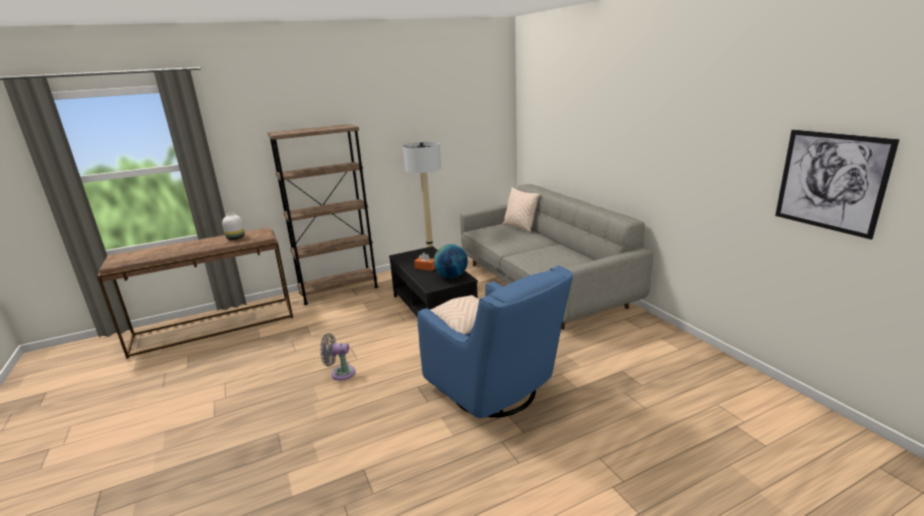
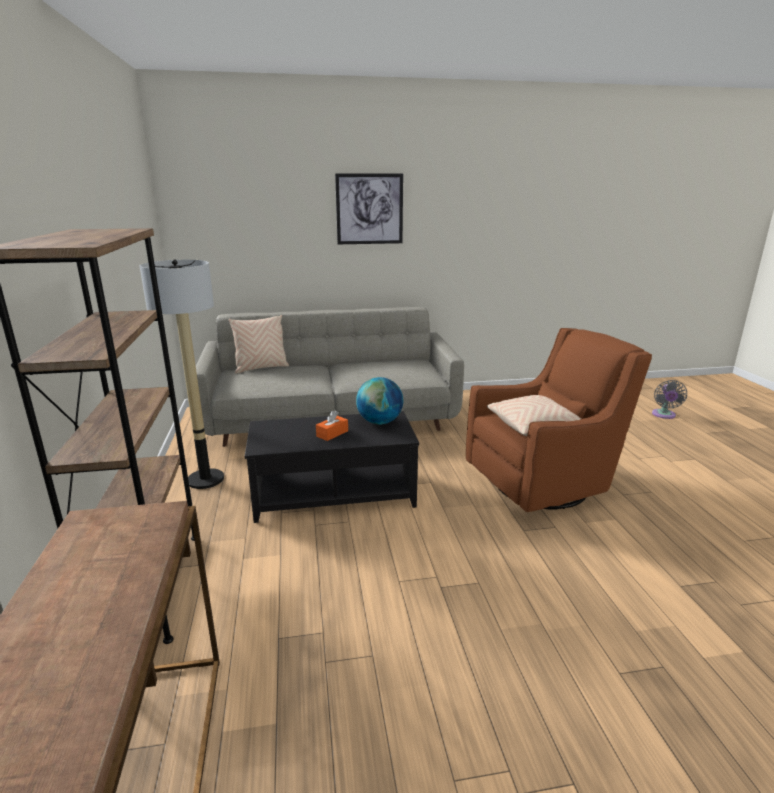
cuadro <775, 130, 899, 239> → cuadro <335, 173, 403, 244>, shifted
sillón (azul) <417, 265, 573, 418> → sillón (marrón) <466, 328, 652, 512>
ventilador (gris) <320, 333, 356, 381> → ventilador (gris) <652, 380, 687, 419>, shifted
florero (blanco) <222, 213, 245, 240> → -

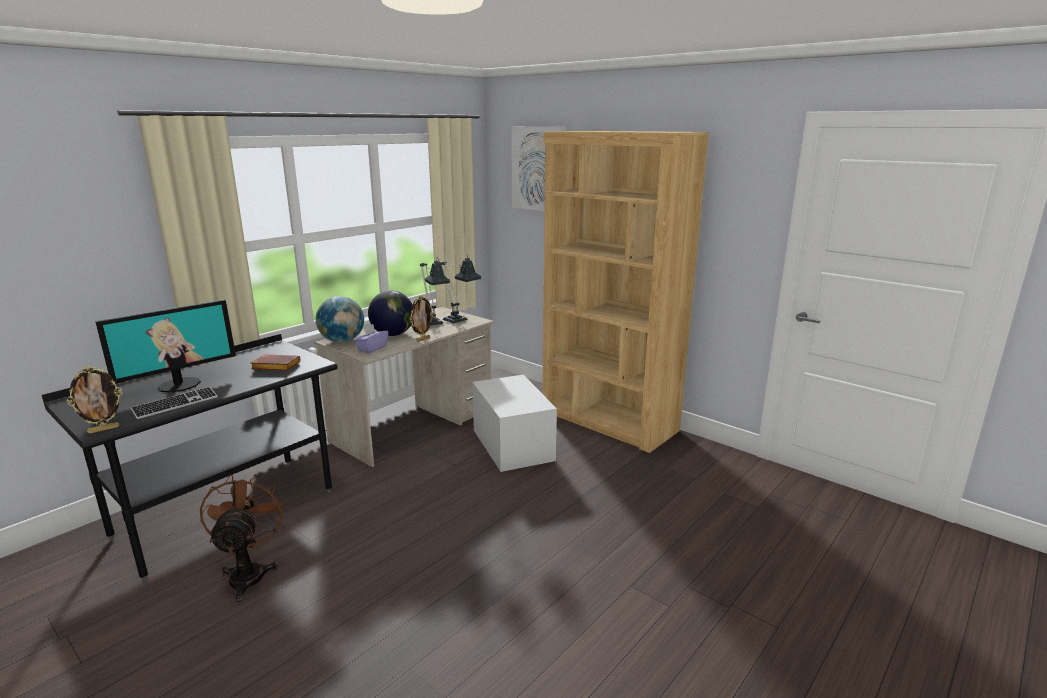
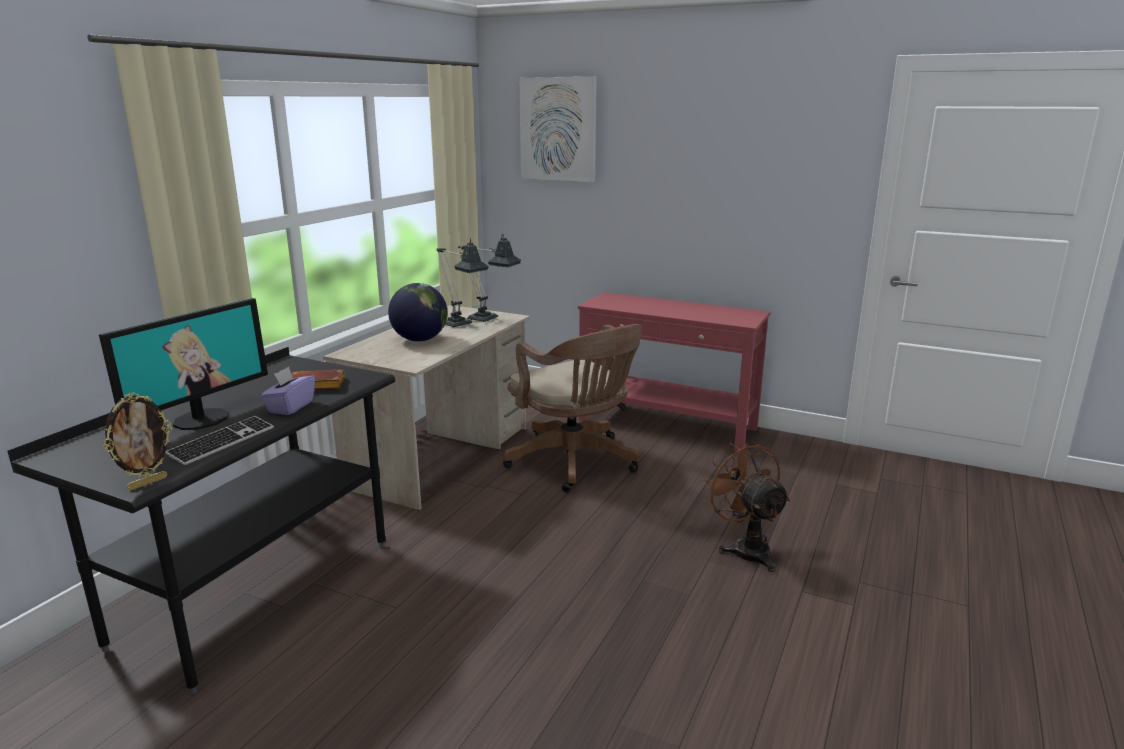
caja de pañuelos (morado) <354, 324, 388, 353> → caja de pañuelos (morado) <260, 367, 315, 415>, shifted
caja de almacenaje (blanco) <472, 375, 557, 472> → silla de oficina (marrón) <503, 324, 642, 493>
estantería (marrón) <542, 131, 709, 453> → mesa consola (rojo) <578, 292, 771, 451>
ventilador (marrón) <200, 474, 285, 602> → ventilador (marrón) <701, 440, 790, 572>, shifted
globo terráqueo <316, 296, 364, 343> → -
portarretratos <409, 295, 434, 342> → -

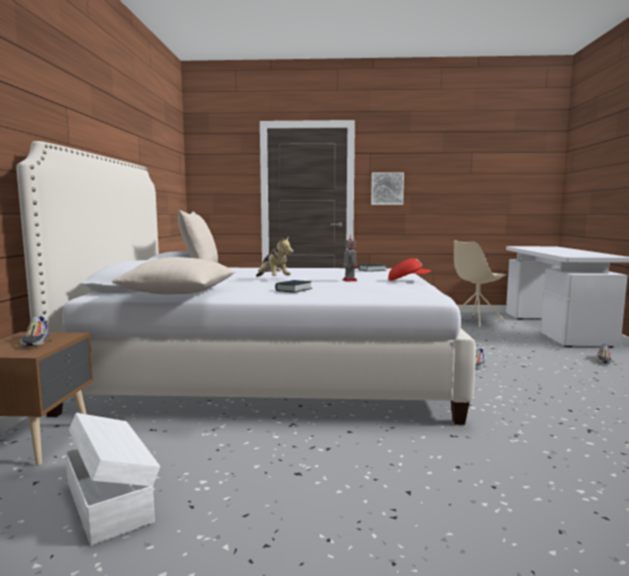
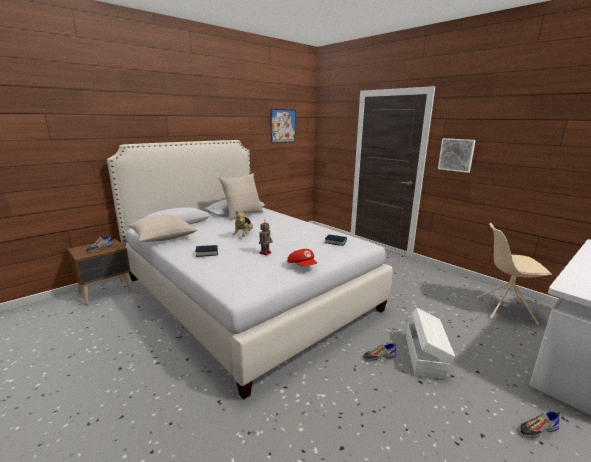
- → cuadro <270, 109, 295, 143>
caja de almacenaje (blanco) <65, 413, 160, 546> → caja de almacenaje (blanco) <406, 307, 455, 380>, shifted

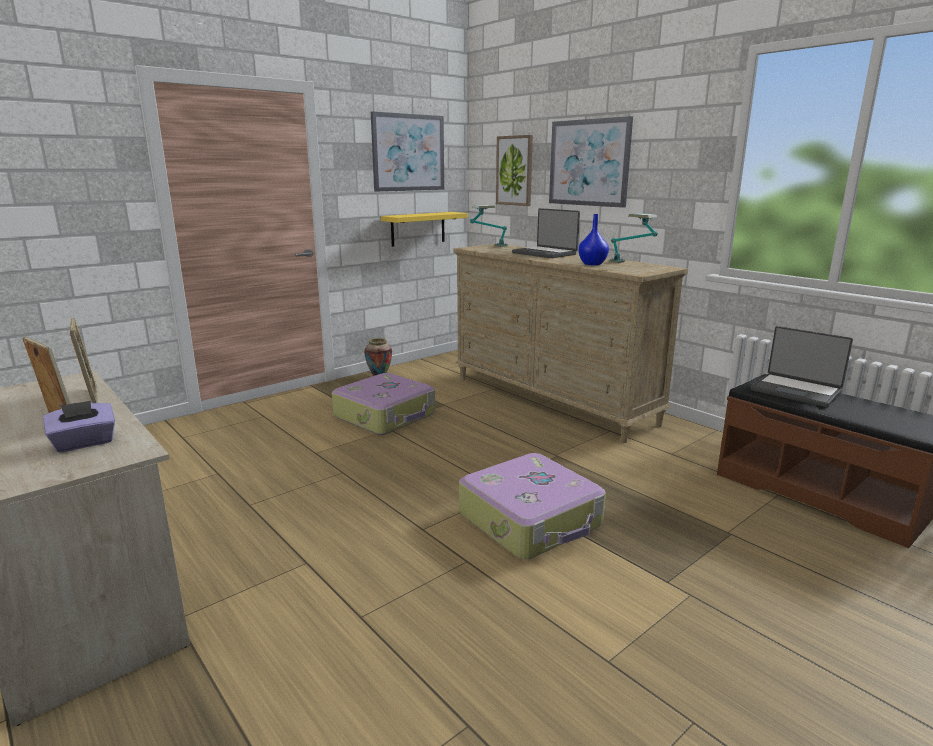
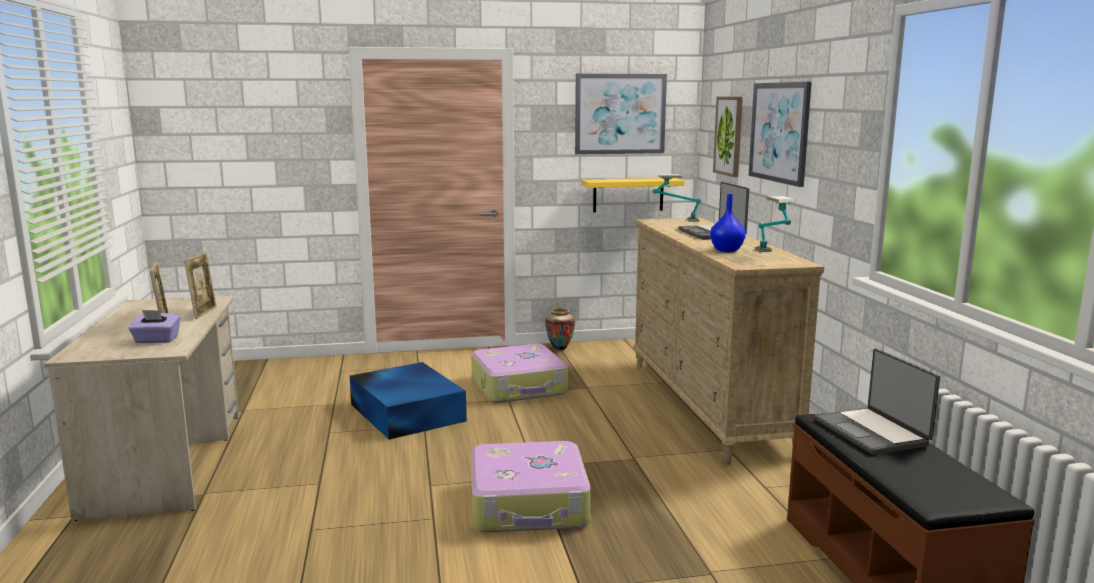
- → caja de almacenaje (azul) <350, 362, 467, 440>

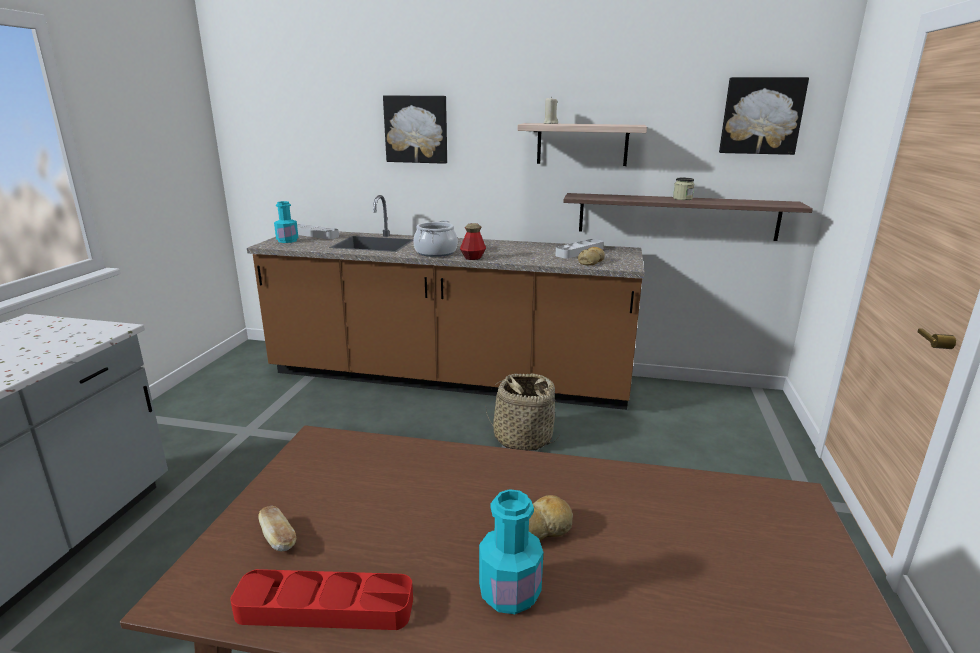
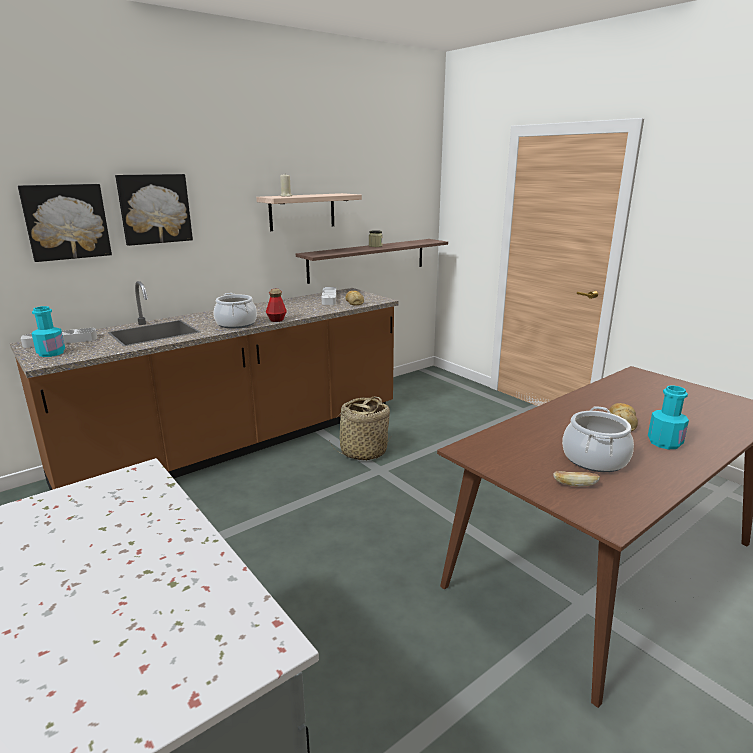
cuadro <719, 77, 809, 155> → cuadro <18, 184, 112, 262>, shifted
- → olla <562, 406, 634, 472>
bandeja (rojo) <230, 569, 413, 630> → -

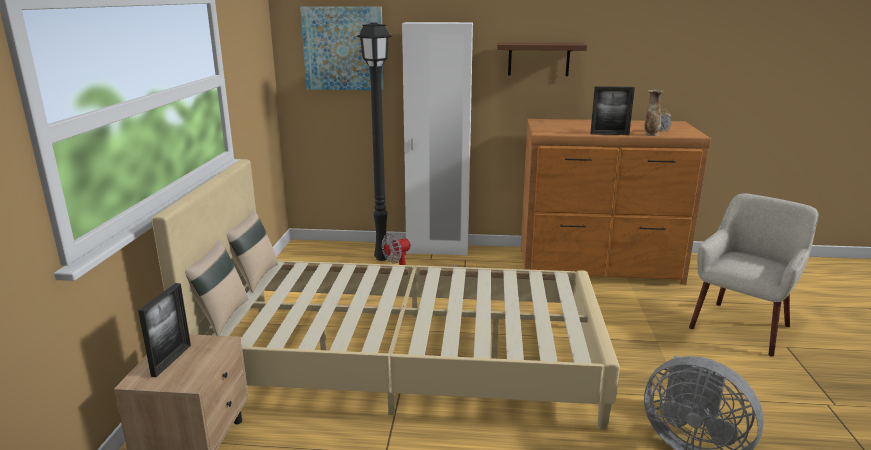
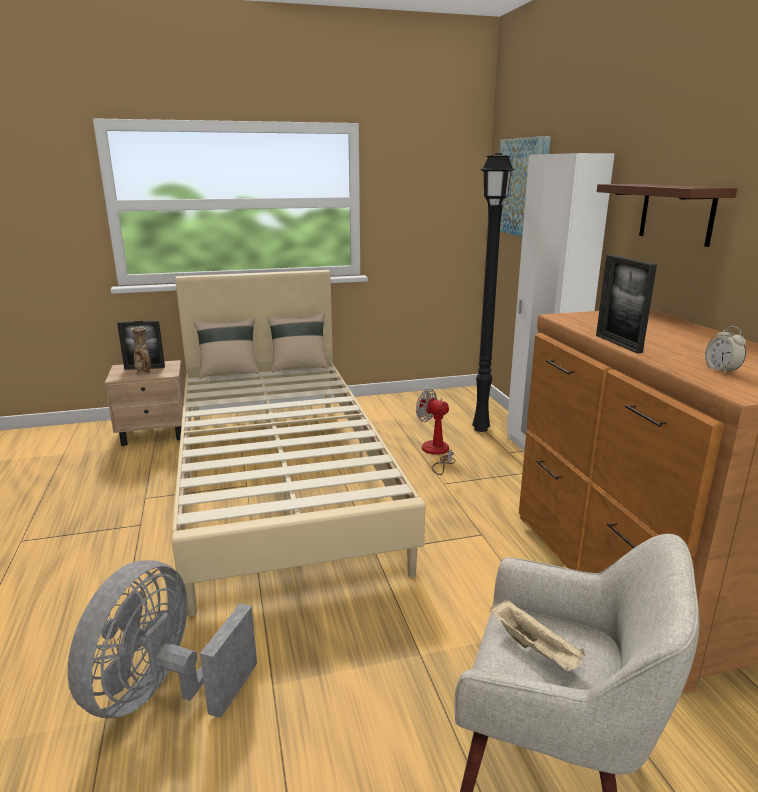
florero <644, 90, 664, 136> → florero <131, 326, 151, 375>, shifted
- → bandeja (beis) <490, 600, 585, 671>

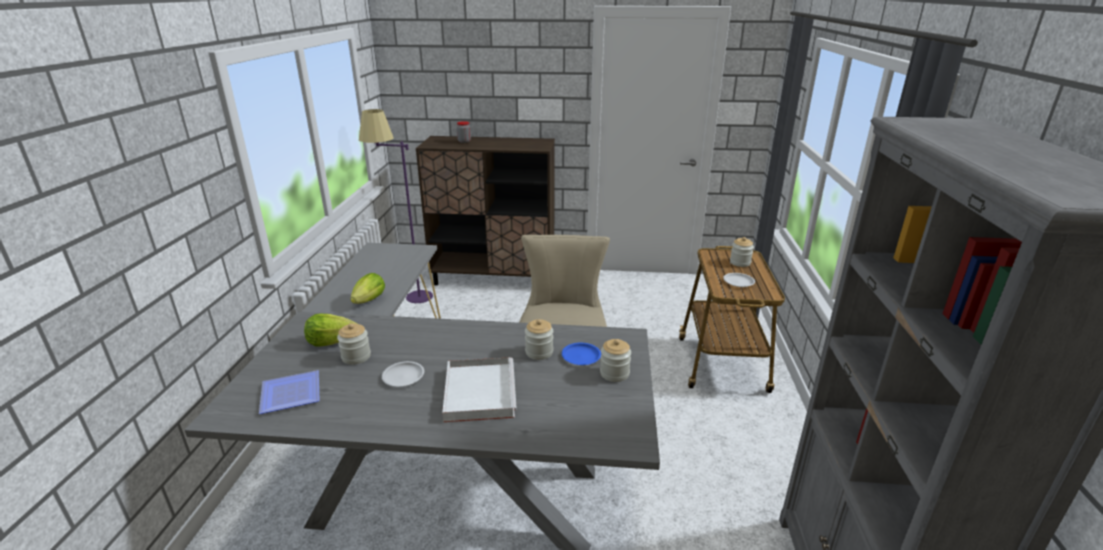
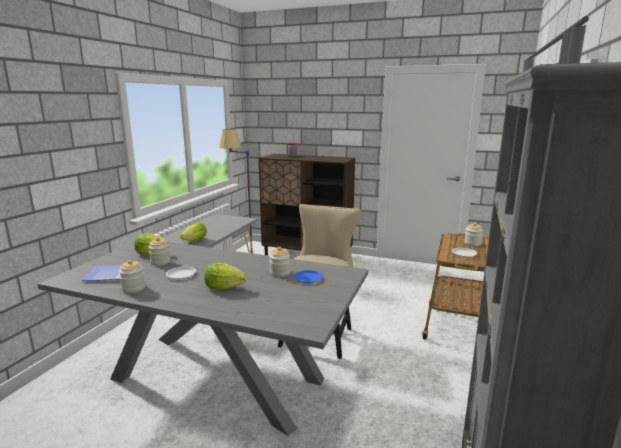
tarro <600, 339, 631, 382> → tarro <119, 260, 145, 293>, shifted
bandeja (blanco) <442, 357, 517, 422> → lechuga <204, 263, 247, 289>

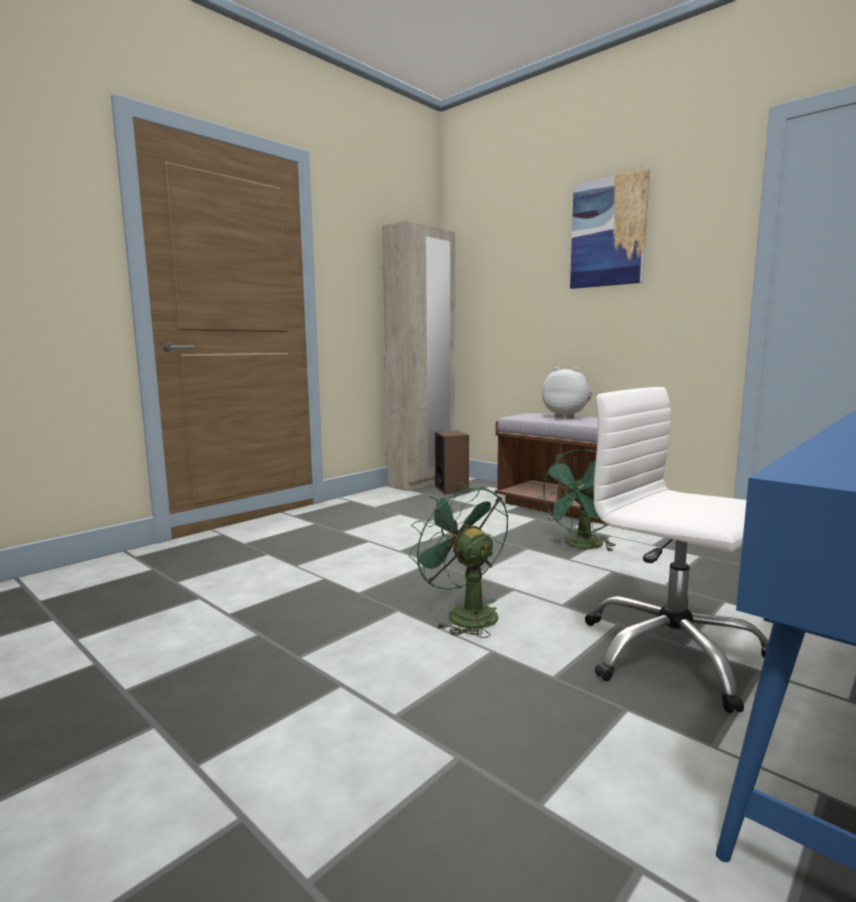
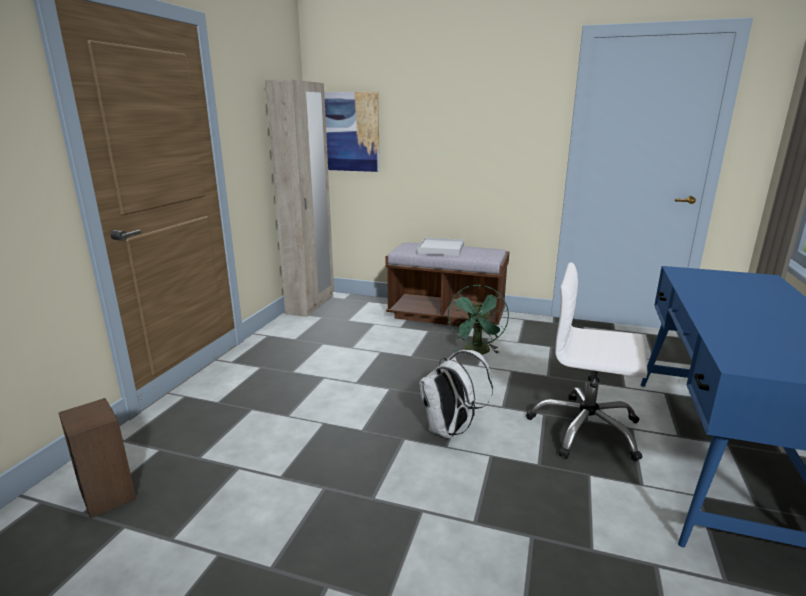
altavoz <435, 431, 469, 494> → altavoz <58, 398, 136, 519>, shifted
cuadro <570, 168, 650, 289> → cuadro <324, 92, 380, 172>, shifted
peluche <542, 367, 592, 419> → bandeja (blanco) <418, 238, 464, 256>
ventilador (verde) <409, 482, 508, 638> → mochila (blanco) <419, 350, 493, 439>

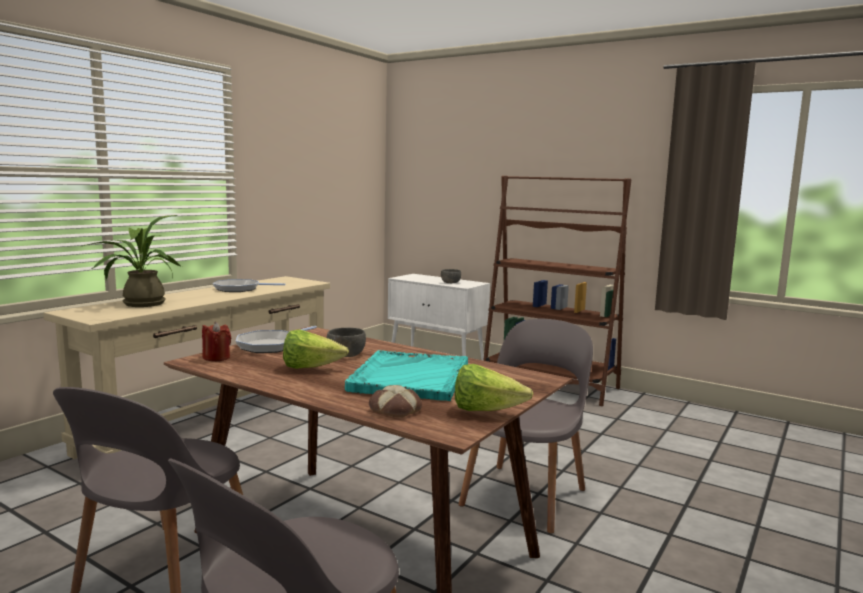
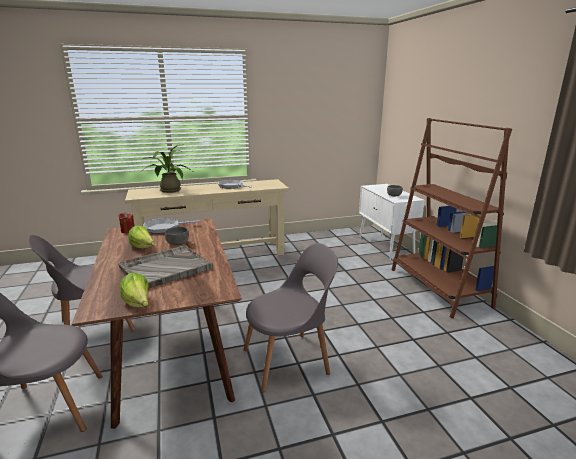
bandeja (turquesa) <345, 350, 468, 401> → bandeja (gris) <118, 245, 213, 289>
pan <369, 385, 422, 417> → -

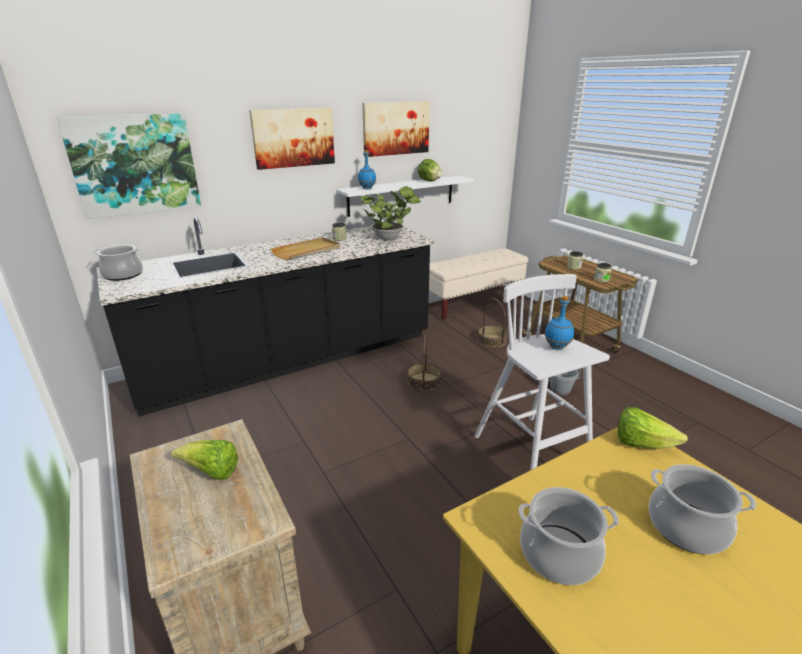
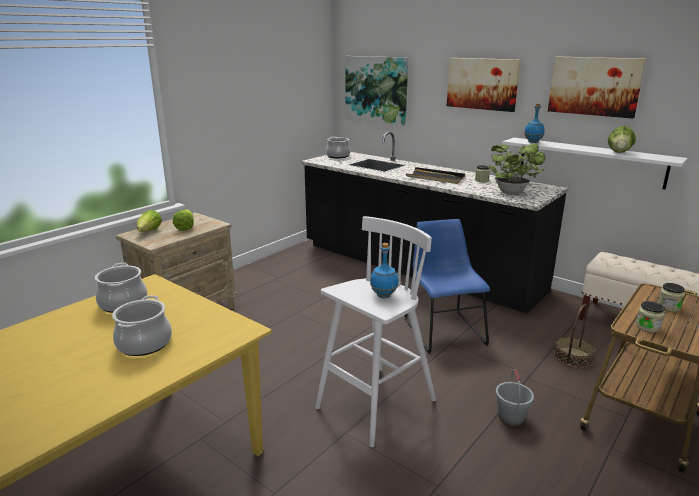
lechuga <618, 407, 688, 449> → lechuga <137, 210, 162, 232>, shifted
cesta <407, 333, 442, 391> → silla (azul) <405, 219, 490, 354>
bandeja (beis) <270, 237, 340, 260> → bandeja (negro) <406, 167, 465, 184>

